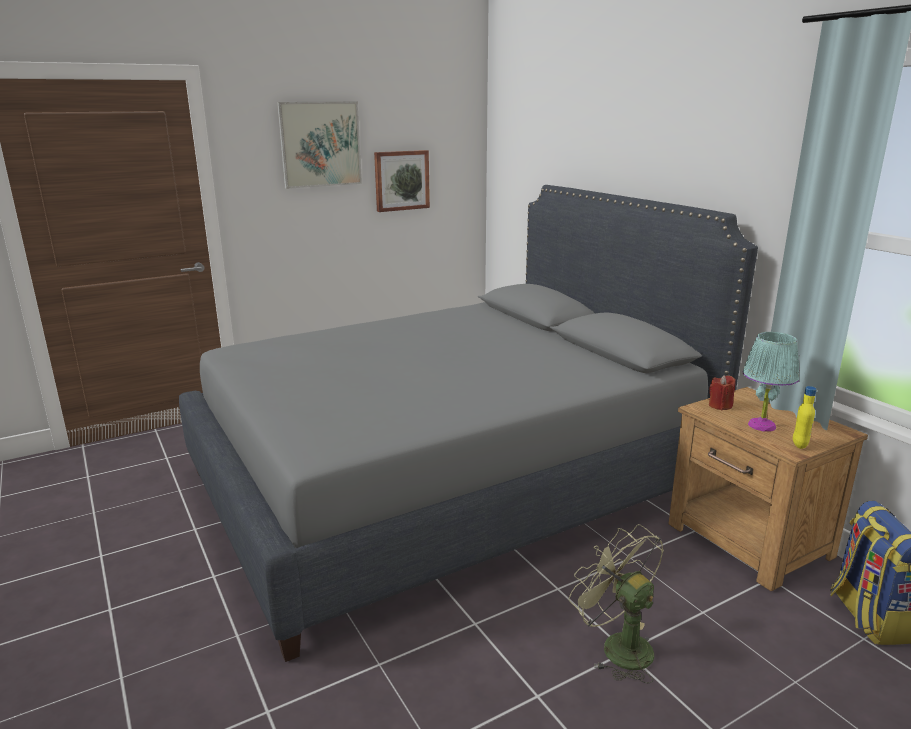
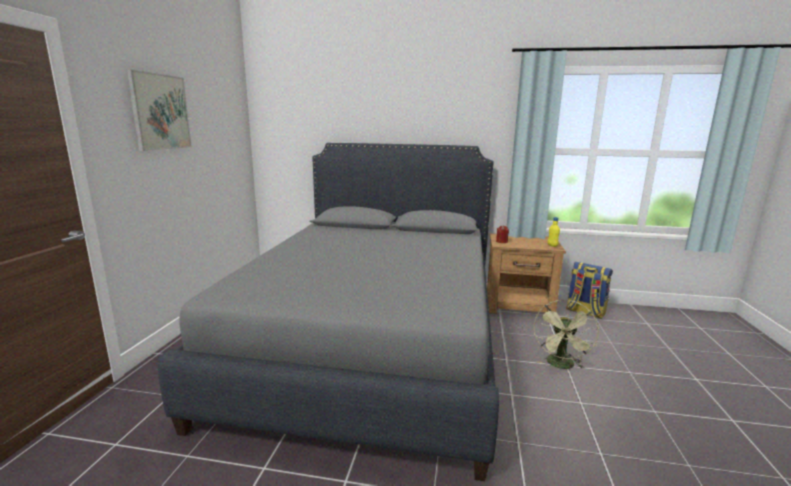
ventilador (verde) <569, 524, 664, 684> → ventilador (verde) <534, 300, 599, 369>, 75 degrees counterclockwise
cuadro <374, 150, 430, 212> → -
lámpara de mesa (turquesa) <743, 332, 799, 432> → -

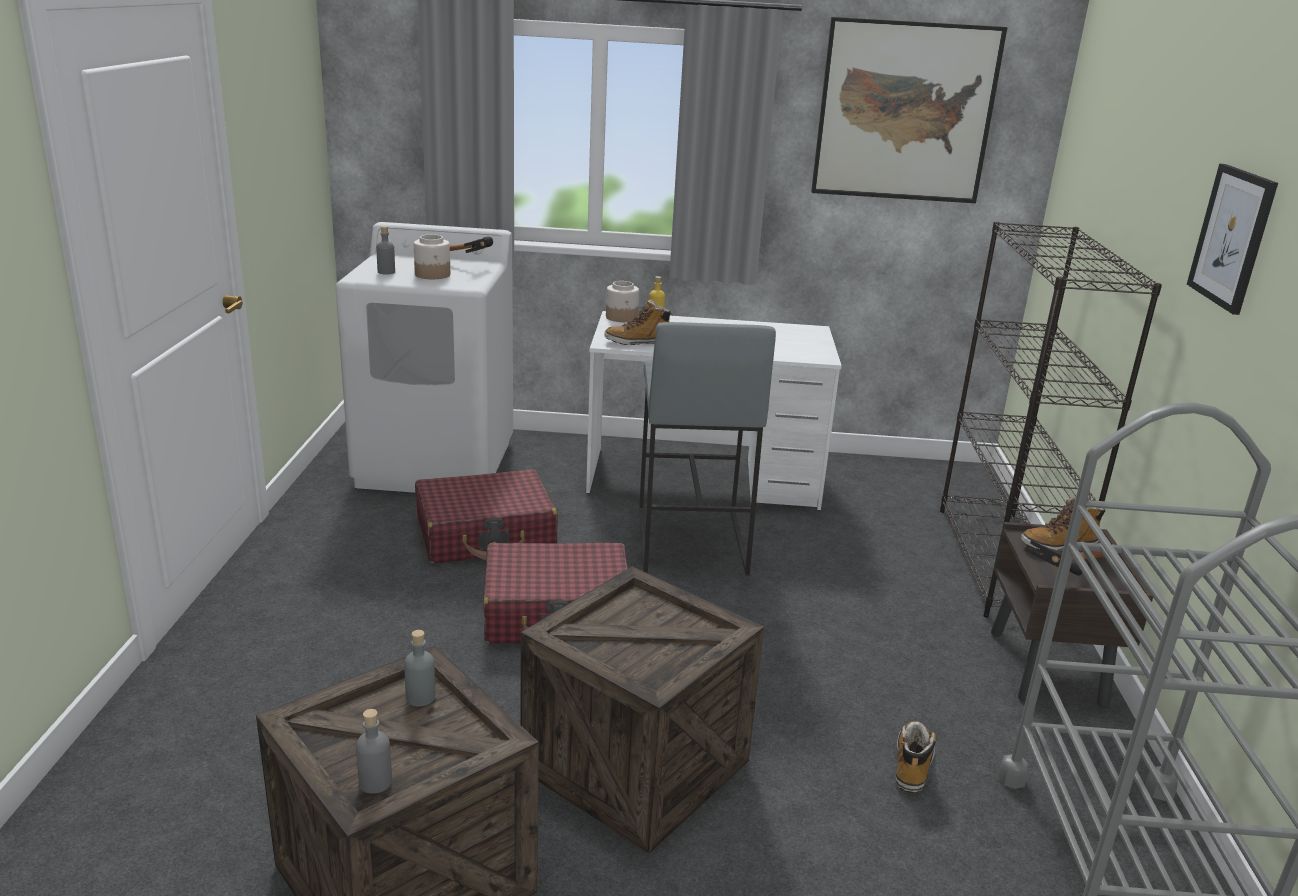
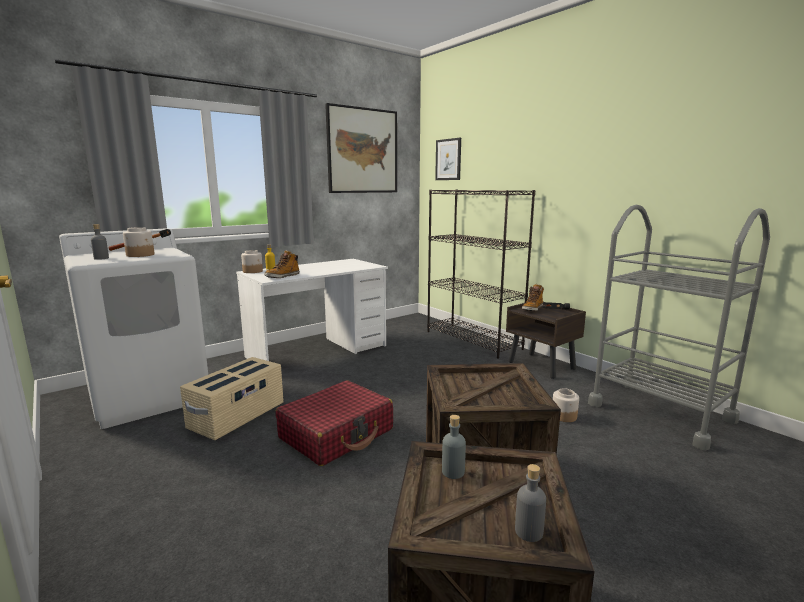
maleta (rojo) <415, 469, 558, 564> → caja de almacenaje (beis) <180, 357, 284, 440>
cuadro <1187, 164, 1278, 315> → cuadro <435, 138, 461, 180>, shifted
bota <895, 721, 937, 793> → tarro <553, 388, 579, 422>
taburete (gris) <639, 322, 776, 575> → -

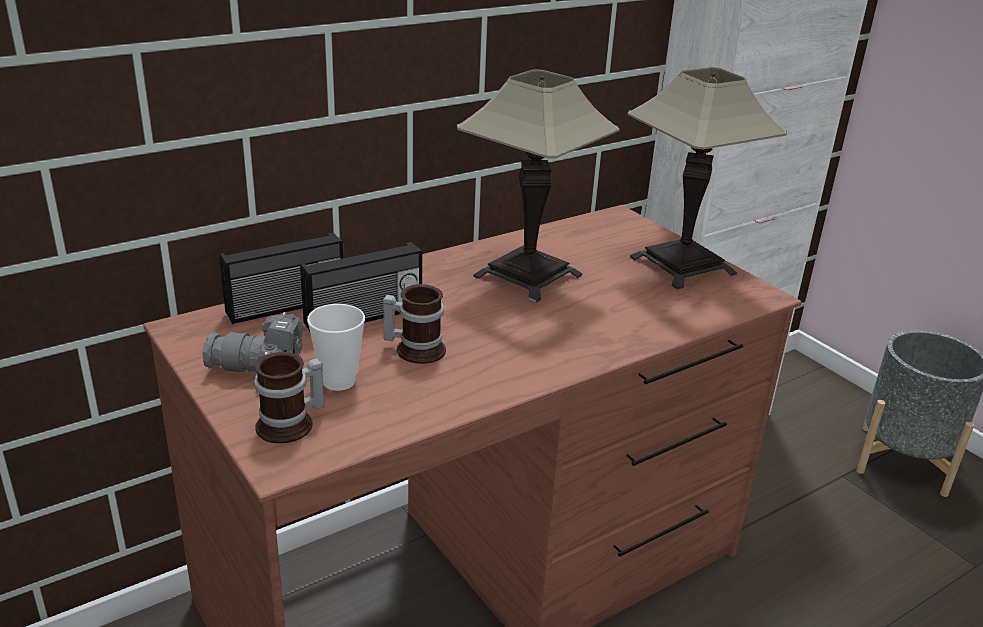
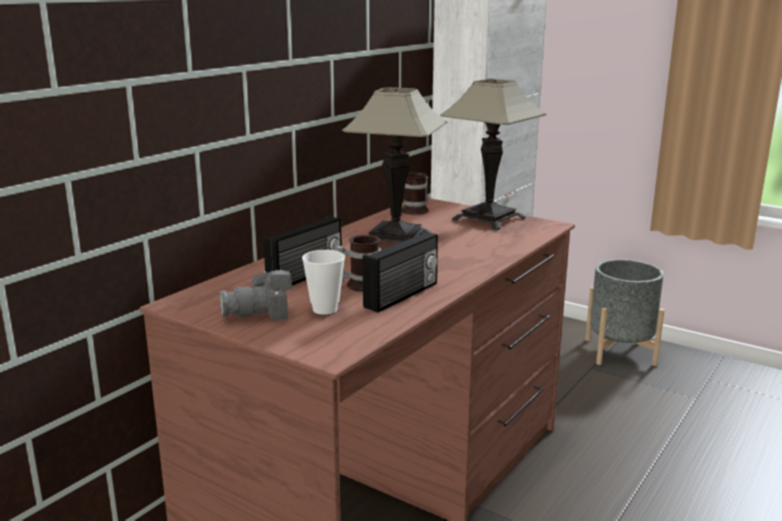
radio <219, 233, 344, 324> → radio <363, 231, 438, 313>, shifted
taza grande <254, 352, 324, 444> → taza grande <401, 172, 429, 215>, shifted

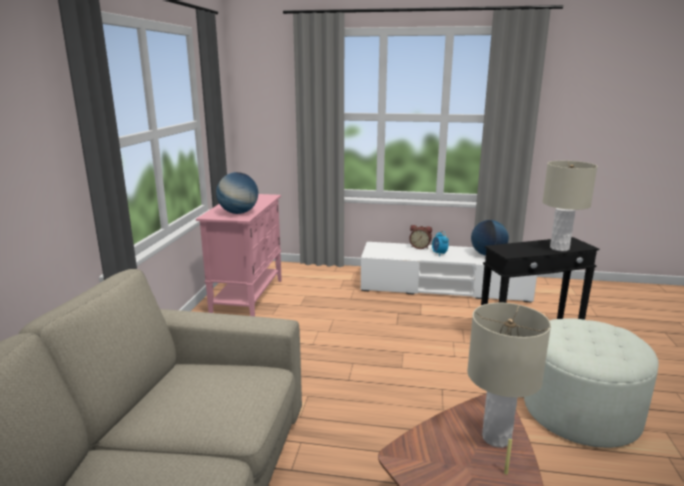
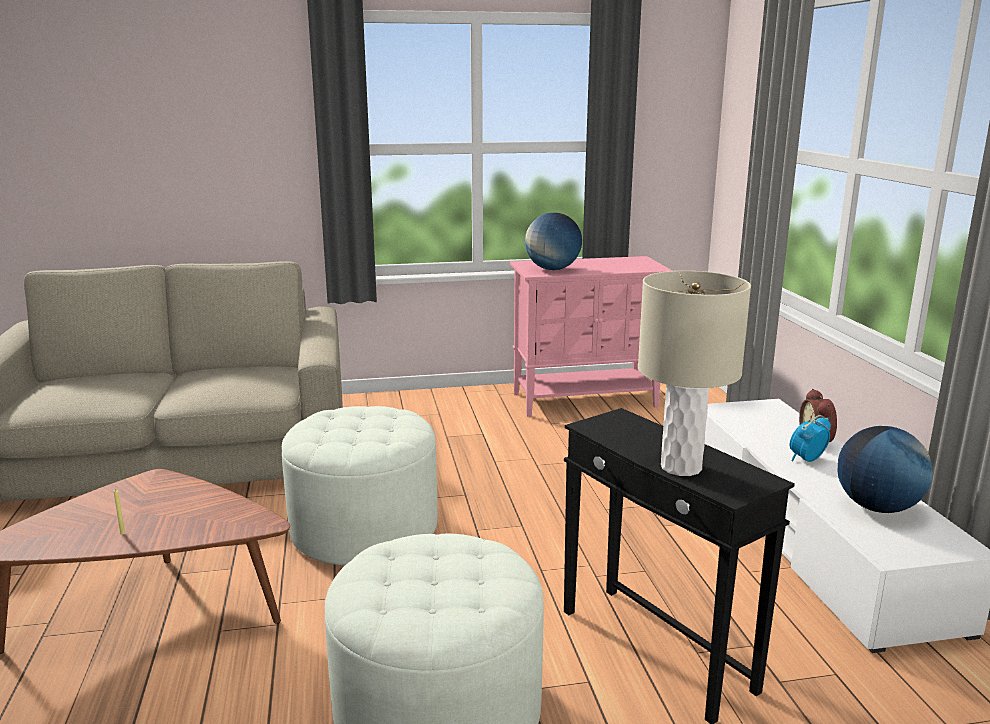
- → puf (blanco) <282, 406, 437, 566>
lámpara de mesa (beis) <467, 303, 551, 448> → -

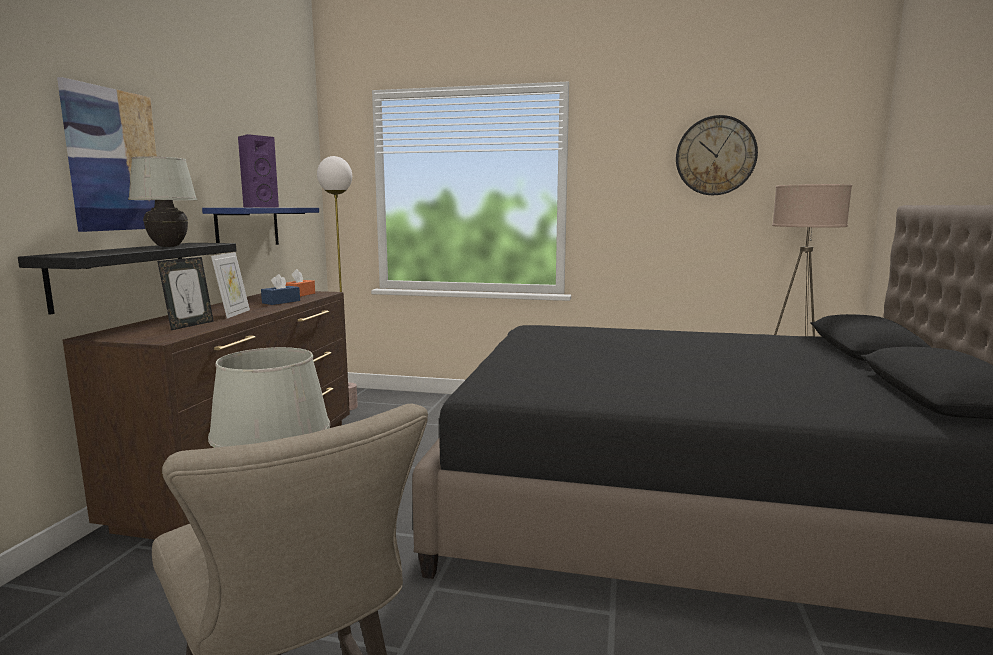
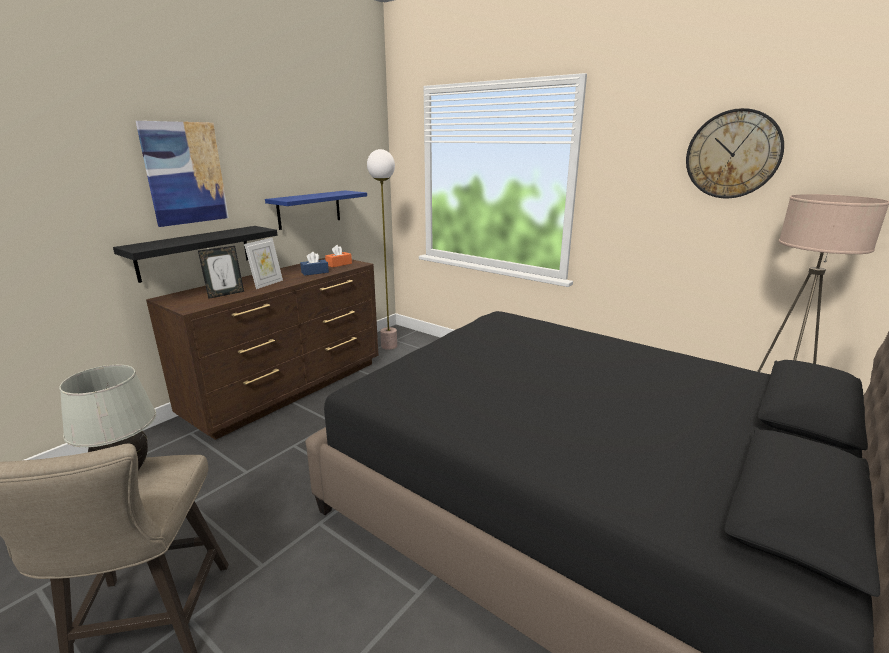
lámpara de mesa (blanco) <128, 156, 197, 247> → -
altavoz (morado) <238, 134, 279, 207> → -

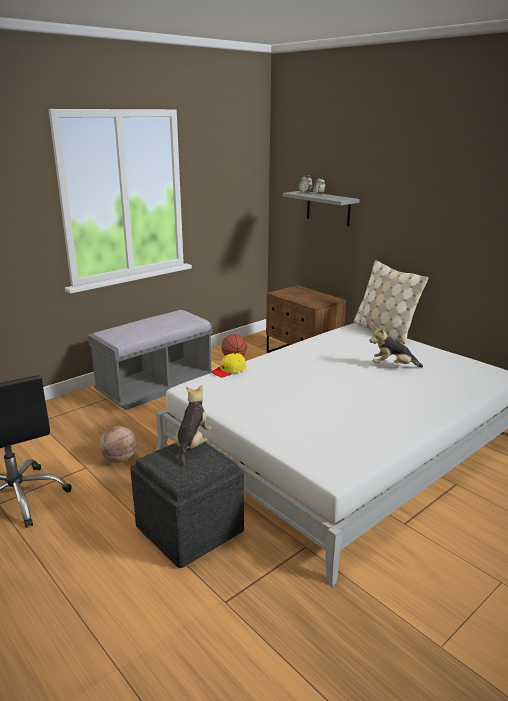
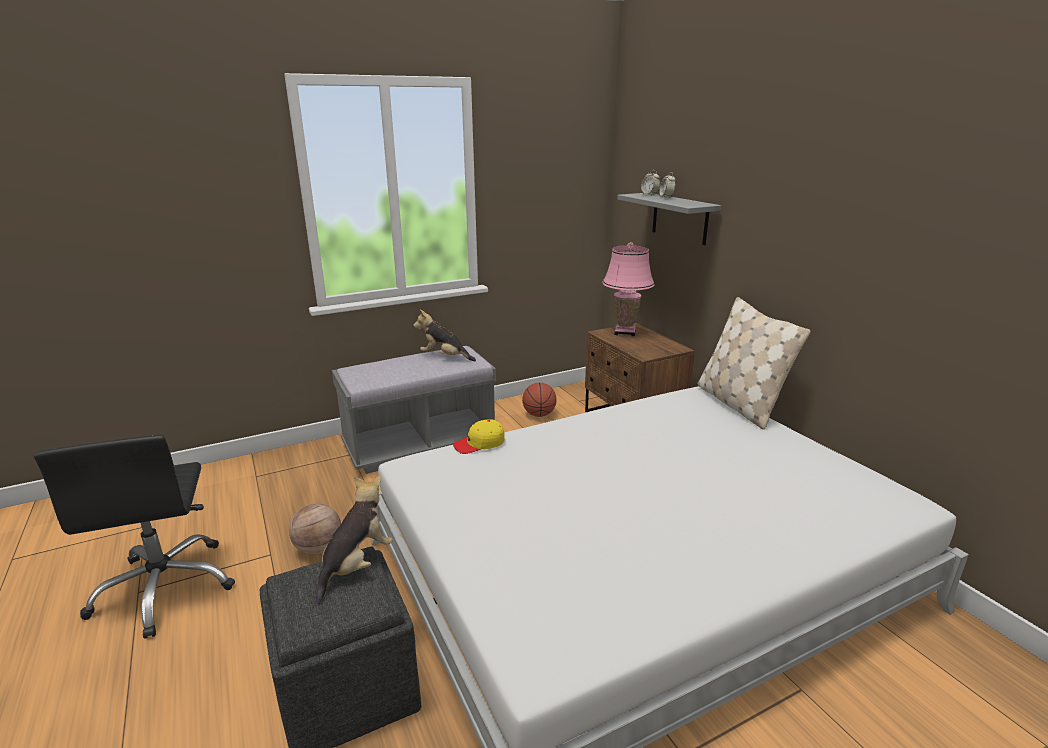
peluche <369, 326, 423, 367> → peluche <413, 310, 476, 361>, shifted
- → lámpara de mesa (rosa) <602, 242, 655, 336>

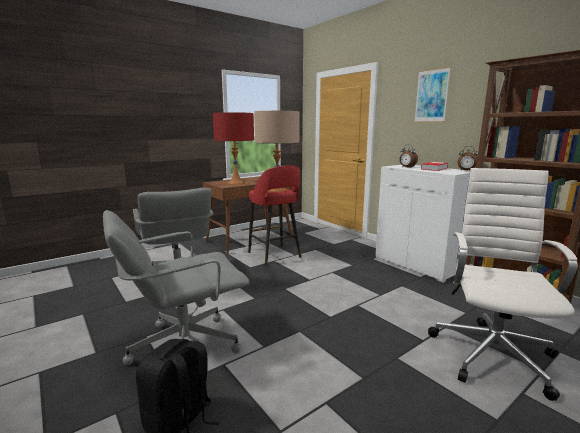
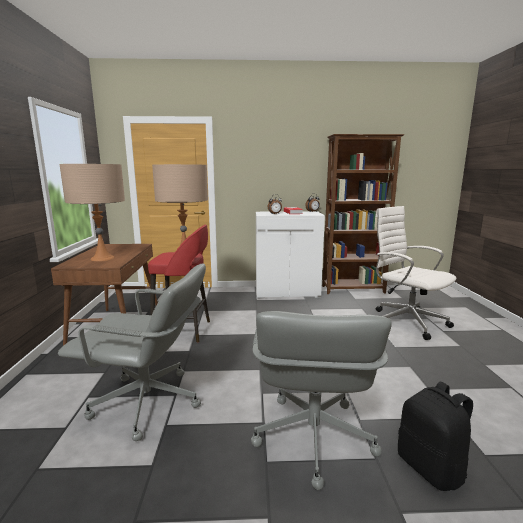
lámpara de mesa (rojo) <213, 112, 254, 184> → lámpara de mesa (beis) <60, 164, 125, 261>
cuadro <414, 67, 451, 122> → -

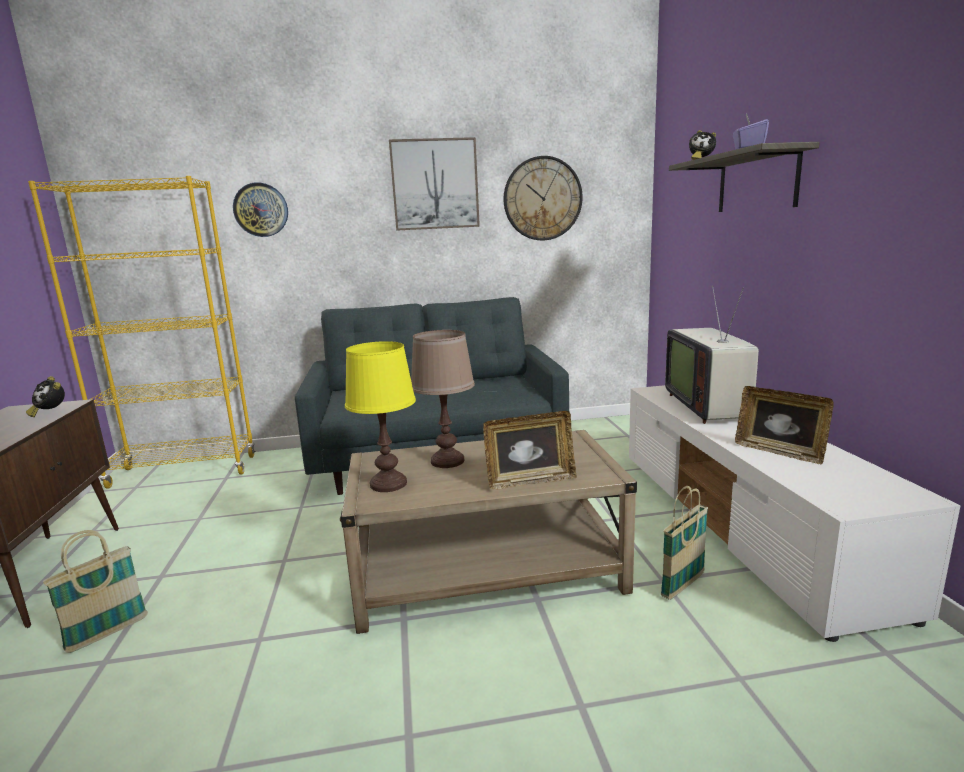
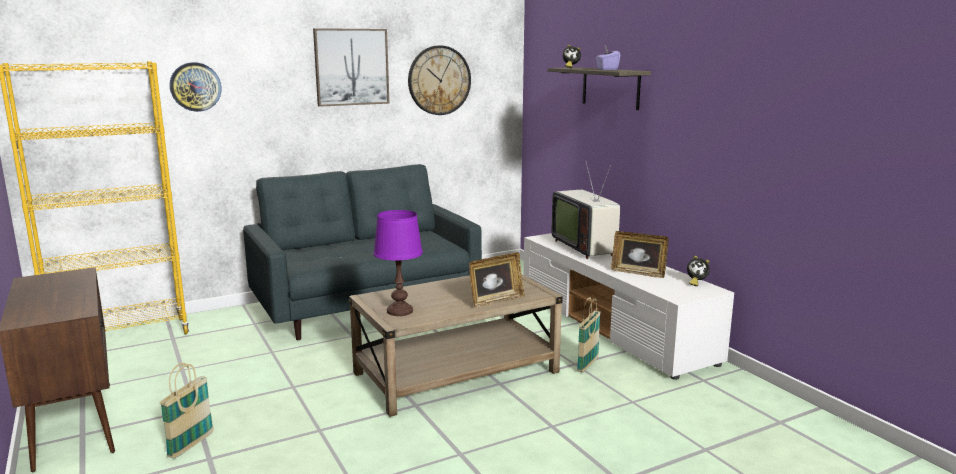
lámpara de mesa (amarillo) <345, 341, 416, 492> → lámpara de mesa (morado) <373, 210, 423, 316>
despertador <26, 376, 65, 417> → despertador <687, 256, 710, 286>, shifted
lámpara de mesa (marrón) <411, 330, 475, 468> → -

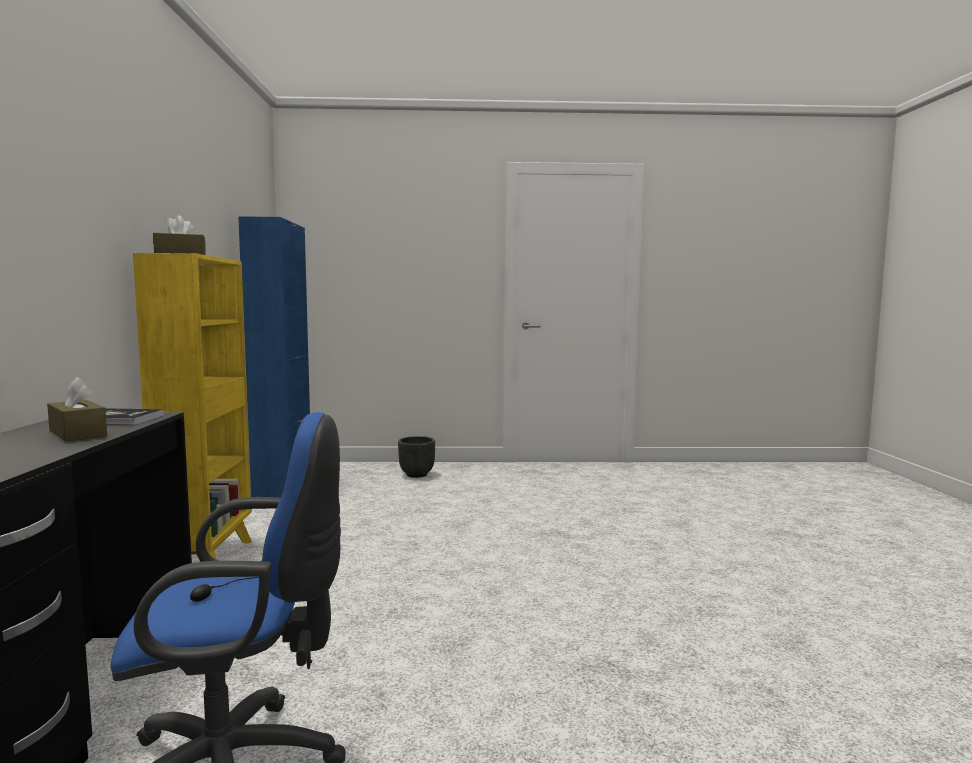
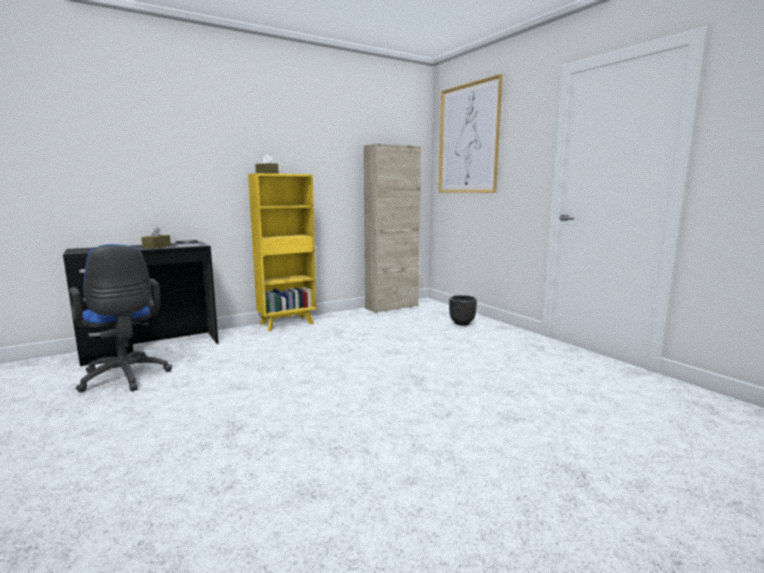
armario (azul) <238, 216, 310, 497> → armario (beis) <364, 144, 421, 313>
- → cuadro <439, 74, 502, 193>

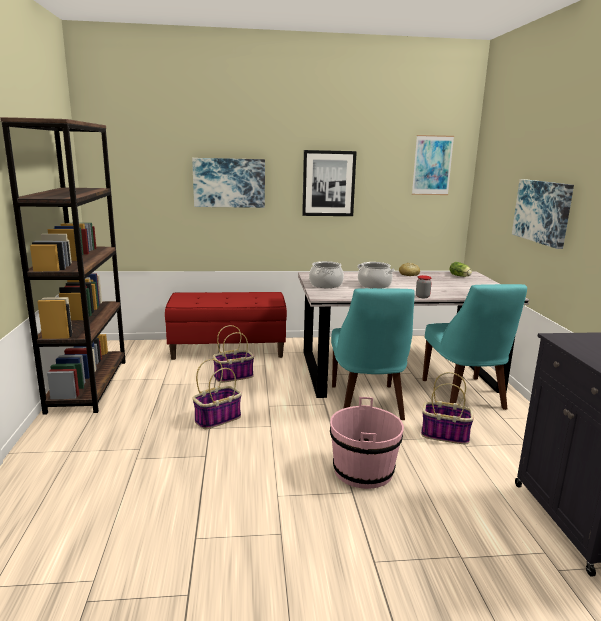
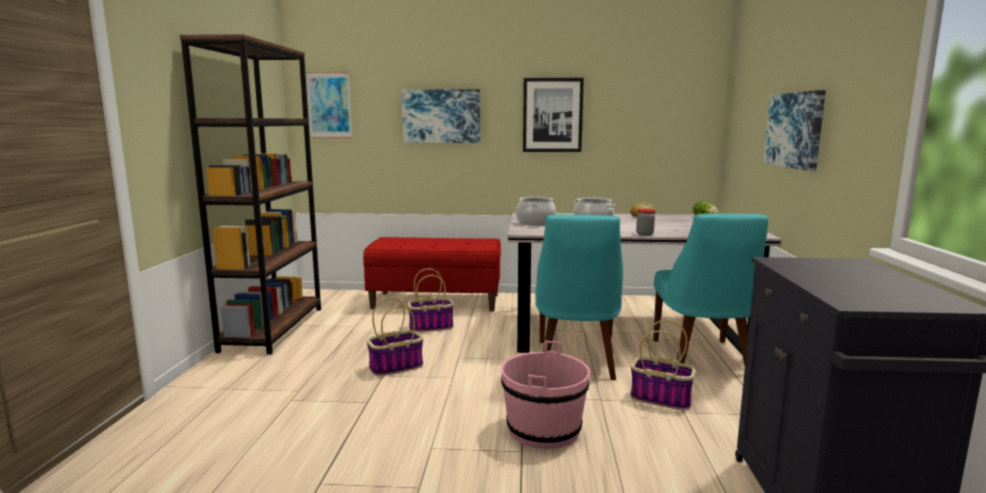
cuadro <412, 135, 454, 195> → cuadro <306, 72, 352, 138>, shifted

